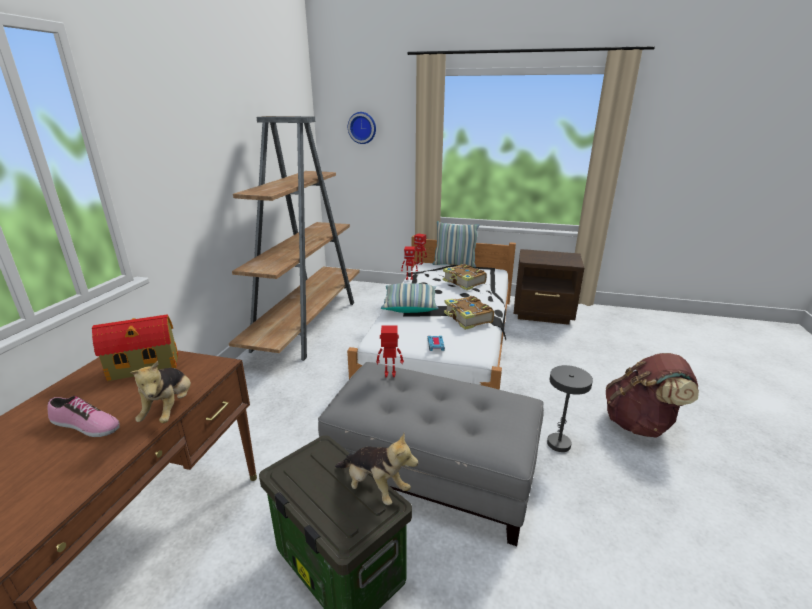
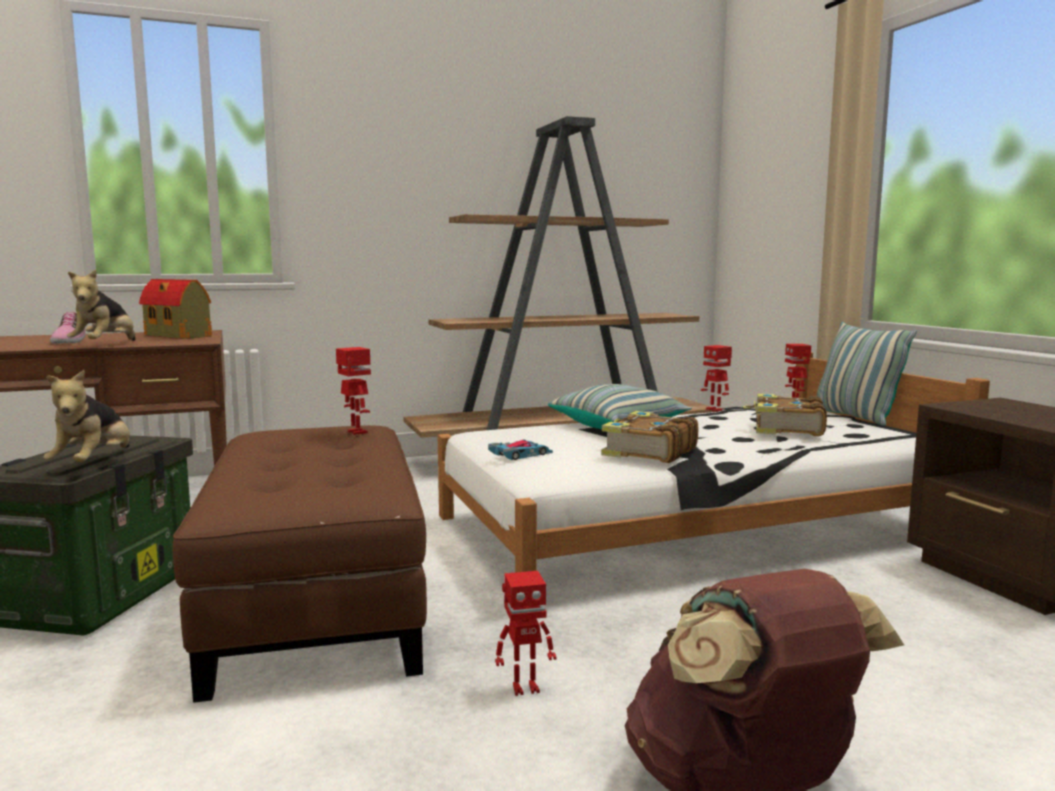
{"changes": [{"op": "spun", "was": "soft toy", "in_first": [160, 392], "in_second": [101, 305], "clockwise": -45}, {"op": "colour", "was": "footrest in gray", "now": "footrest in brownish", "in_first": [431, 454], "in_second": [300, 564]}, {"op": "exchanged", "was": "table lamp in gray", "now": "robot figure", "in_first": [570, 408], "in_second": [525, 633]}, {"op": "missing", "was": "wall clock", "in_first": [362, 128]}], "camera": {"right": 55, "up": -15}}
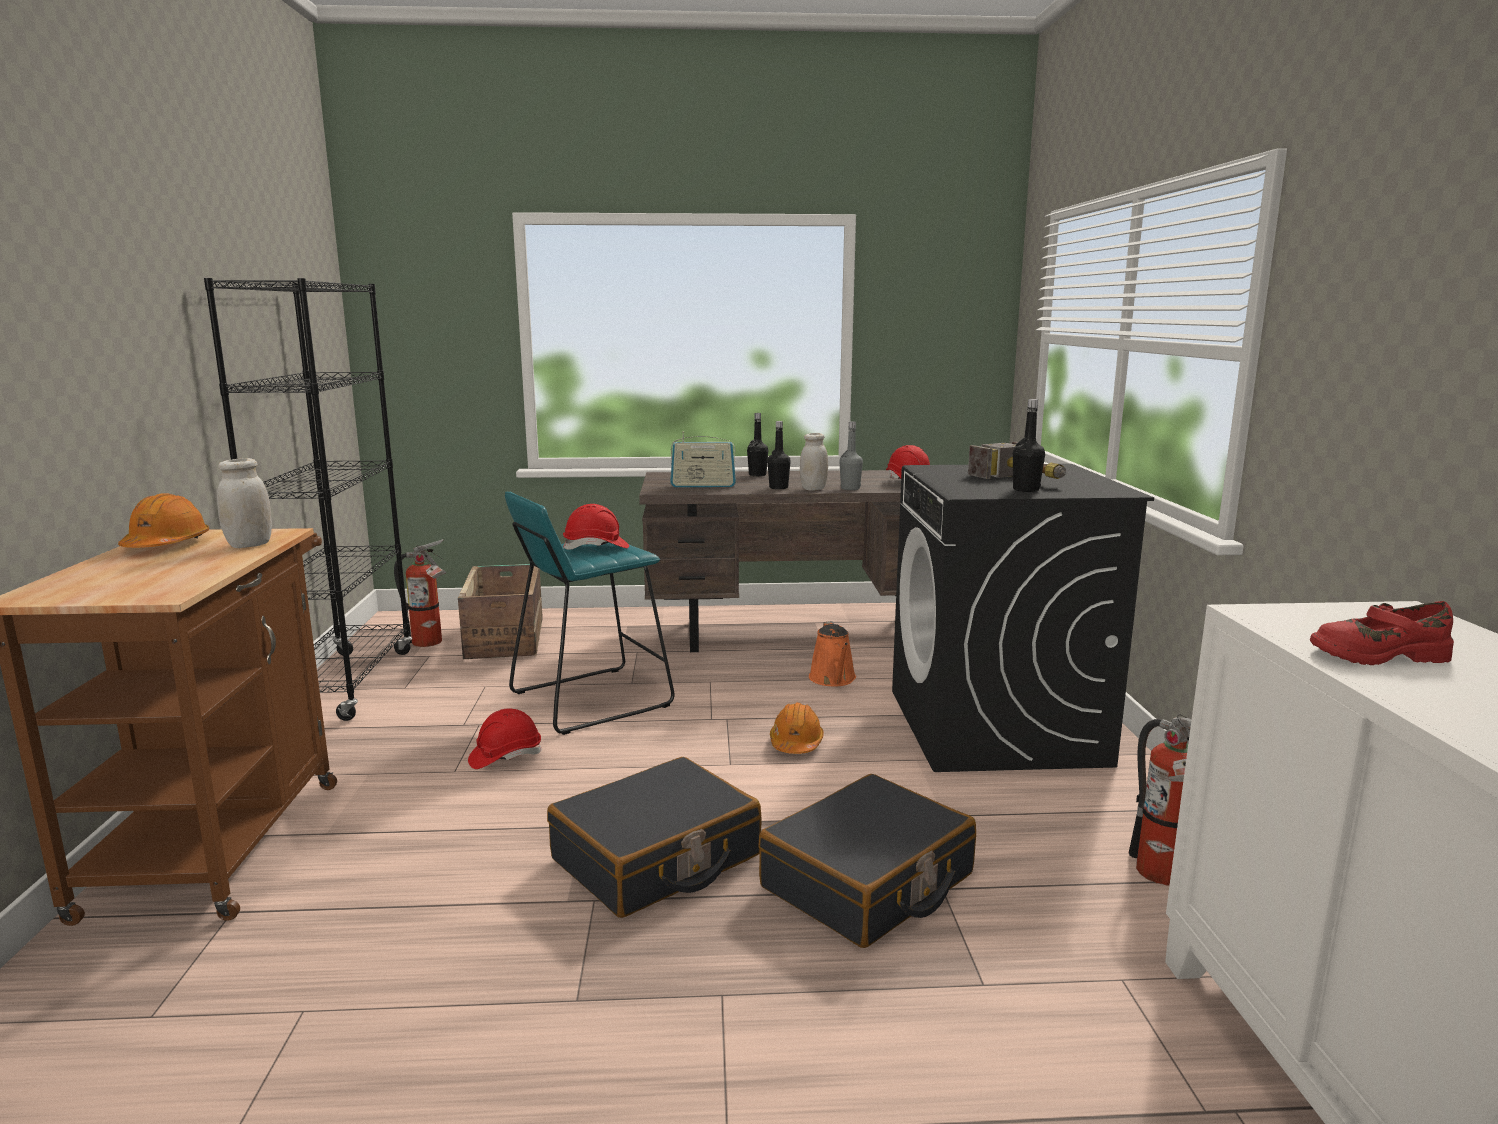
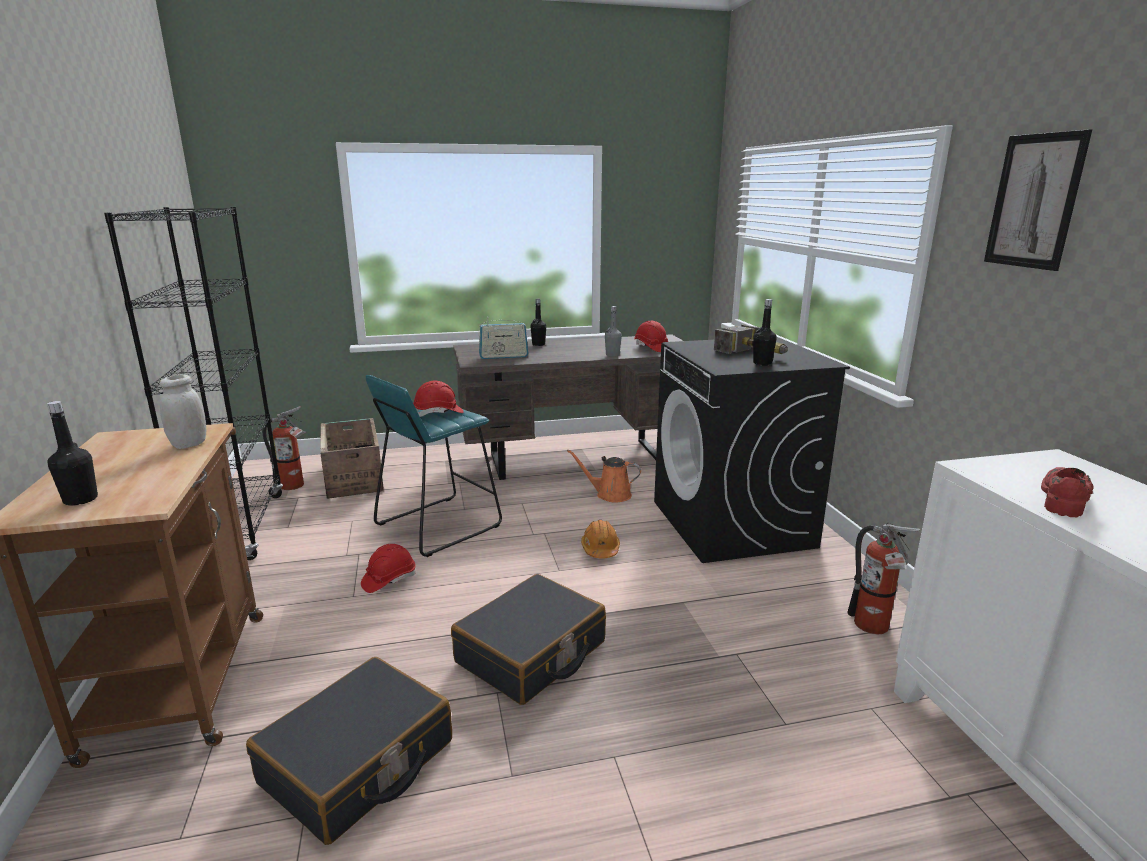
{"changes": [{"op": "relocated", "was": "beverage bottle in black-coloured", "in_first": [779, 455], "in_second": [72, 453]}, {"op": "relocated", "was": "piece of luggage in black-coloured", "in_first": [867, 861], "in_second": [349, 751]}, {"op": "spun", "was": "watering can in orange", "in_first": [832, 653], "in_second": [604, 476], "clockwise": 120}, {"op": "appeared", "now": "wall art", "in_second": [1038, 200]}, {"op": "spun", "was": "shoe in red", "in_first": [1382, 633], "in_second": [1067, 492], "clockwise": 135}, {"op": "missing", "was": "safety helmet in orange", "in_first": [163, 520]}, {"op": "missing", "was": "storage jar in white-coloured", "in_first": [814, 462]}], "camera": {"right": -10, "up": 5}}
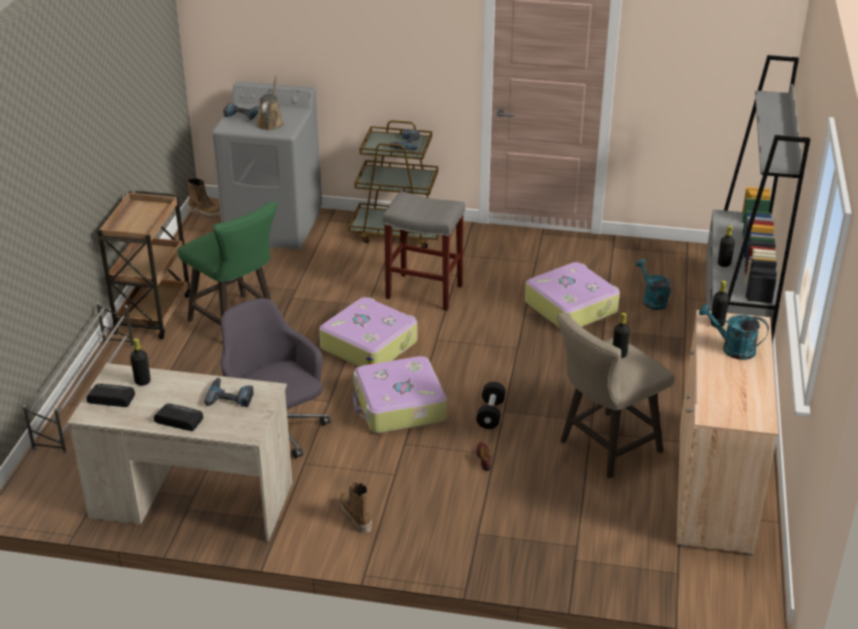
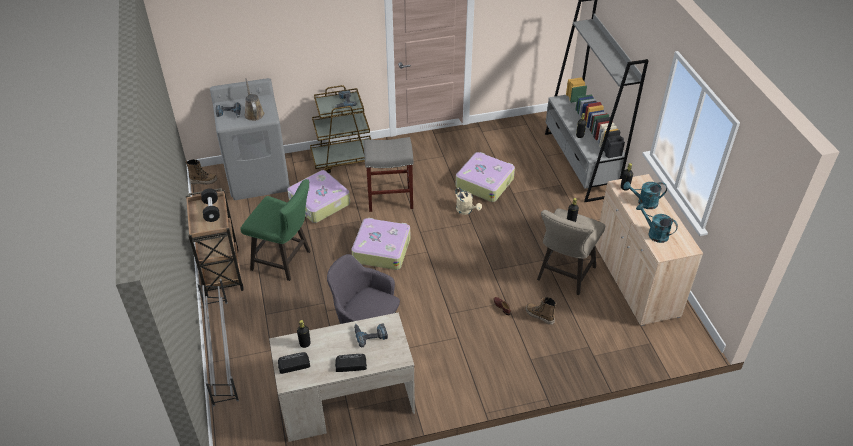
{"changes": [{"op": "relocated", "was": "dumbbell in black-coloured", "in_first": [491, 405], "in_second": [210, 205]}, {"op": "relocated", "was": "piece of luggage", "in_first": [400, 394], "in_second": [318, 196]}, {"op": "appeared", "now": "watering can in sand-coloured", "in_second": [468, 201]}, {"op": "relocated", "was": "high-top boot", "in_first": [355, 507], "in_second": [541, 311]}, {"op": "relocated", "was": "watering can in turquoise", "in_first": [653, 284], "in_second": [657, 223]}], "camera": {"right": -25, "up": 10}}
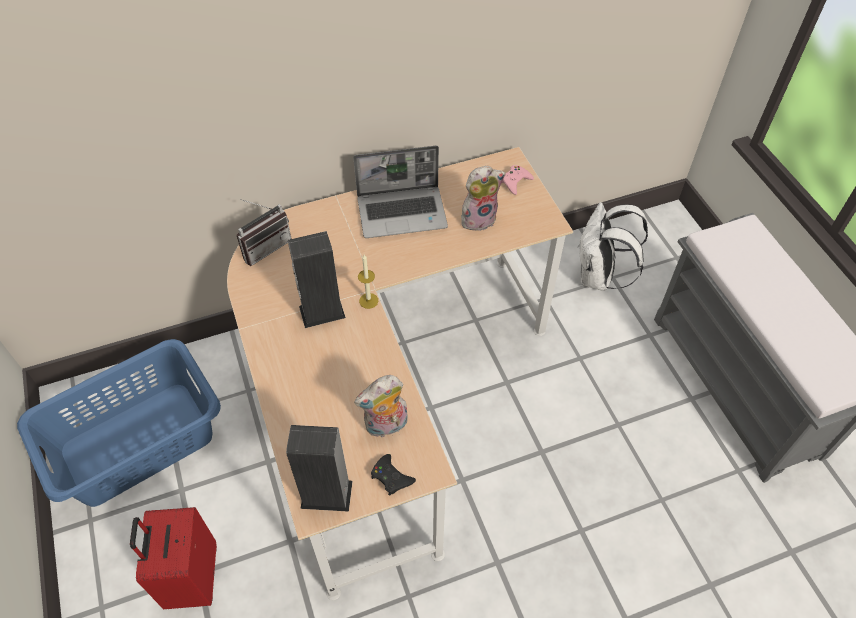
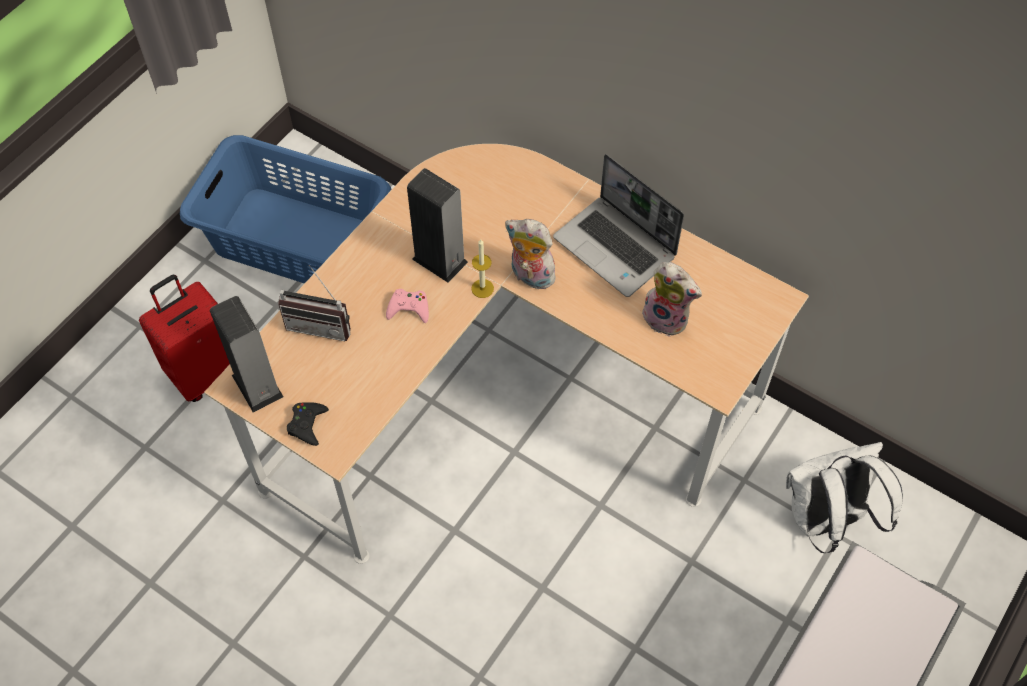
{"changes": [{"op": "relocated", "was": "radio receiver", "in_first": [264, 232], "in_second": [314, 303]}, {"op": "relocated", "was": "gamepad in pink-coloured", "in_first": [518, 180], "in_second": [407, 306]}, {"op": "relocated", "was": "soft toy", "in_first": [381, 406], "in_second": [531, 254]}], "camera": {"right": 55, "up": 5}}
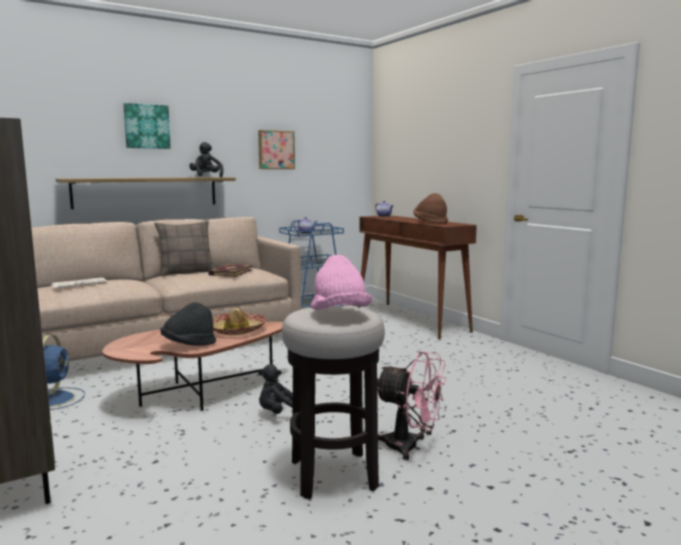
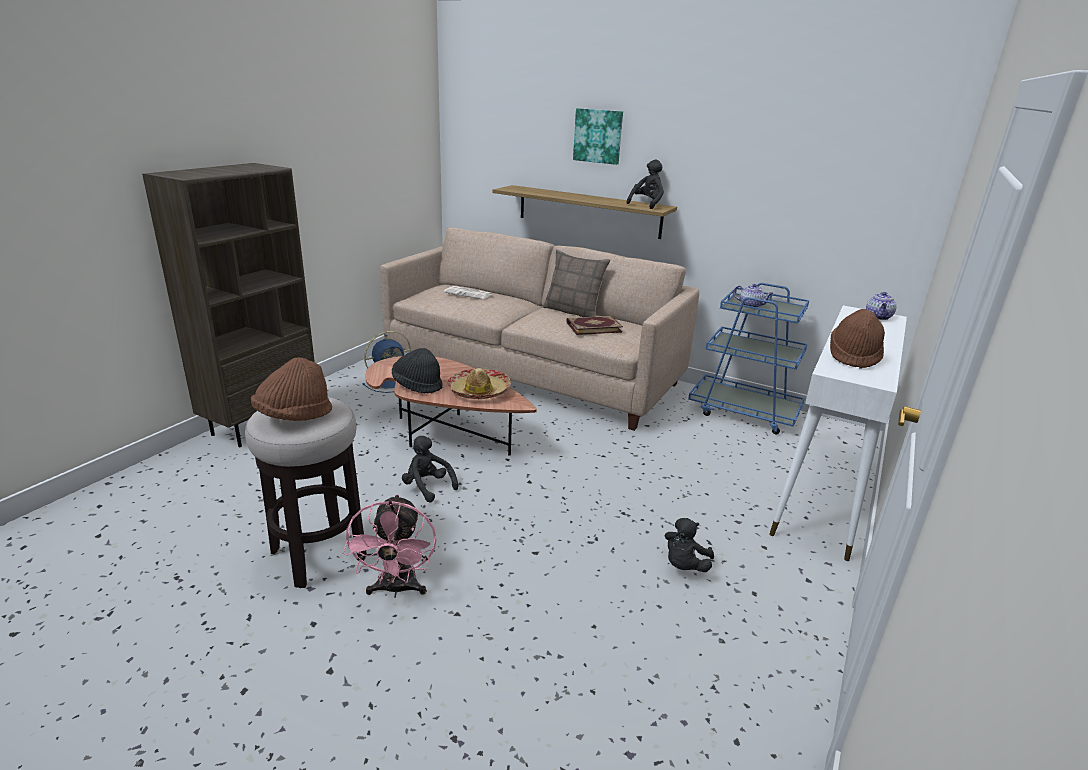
{"changes": [{"op": "colour", "was": "hat in pink-coloured", "now": "hat in brownish", "in_first": [341, 282], "in_second": [291, 389]}, {"op": "appeared", "now": "soft toy in black-coloured", "in_second": [689, 545]}, {"op": "colour", "was": "console table in brownish", "now": "console table in white-coloured", "in_first": [417, 277], "in_second": [838, 433]}, {"op": "missing", "was": "wall art", "in_first": [276, 149]}], "camera": {"right": 60, "up": 15}}
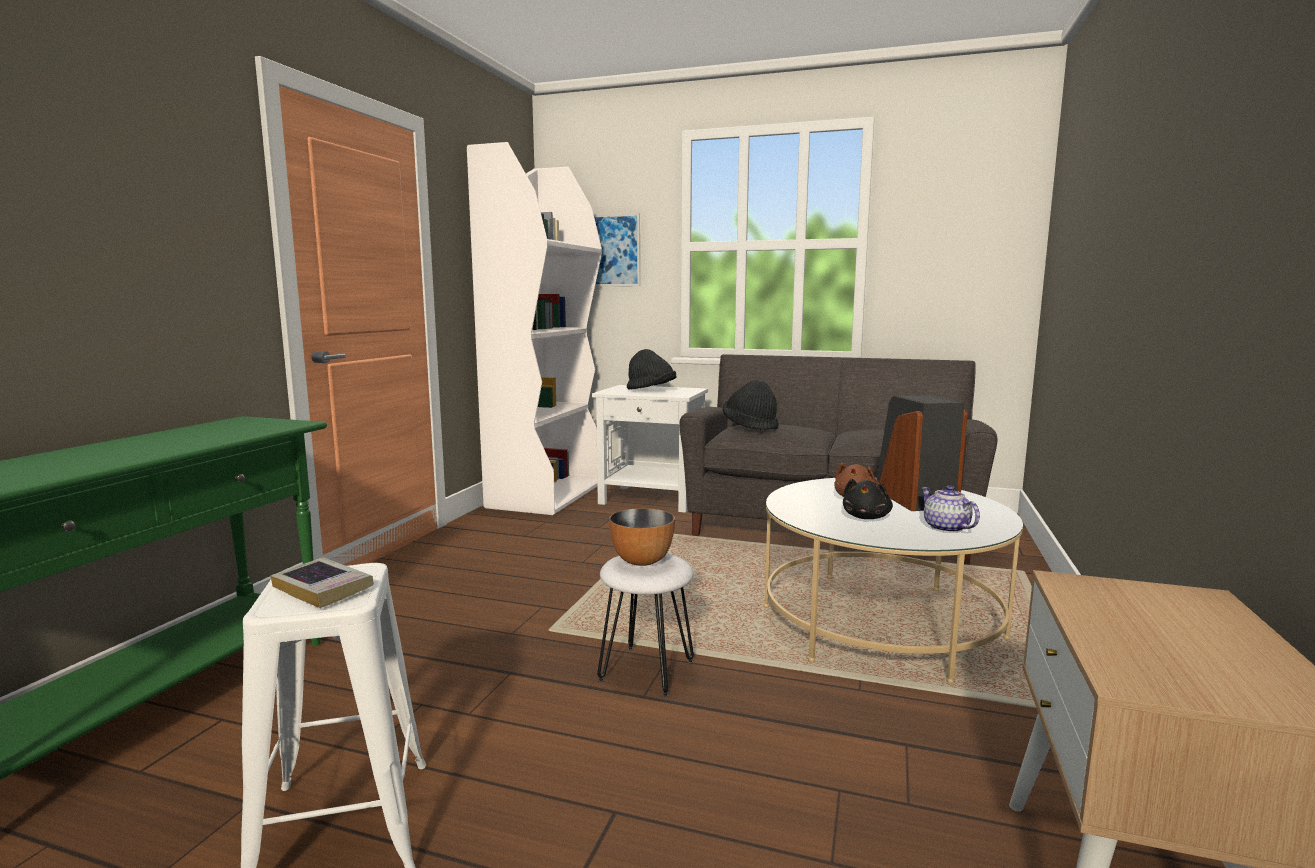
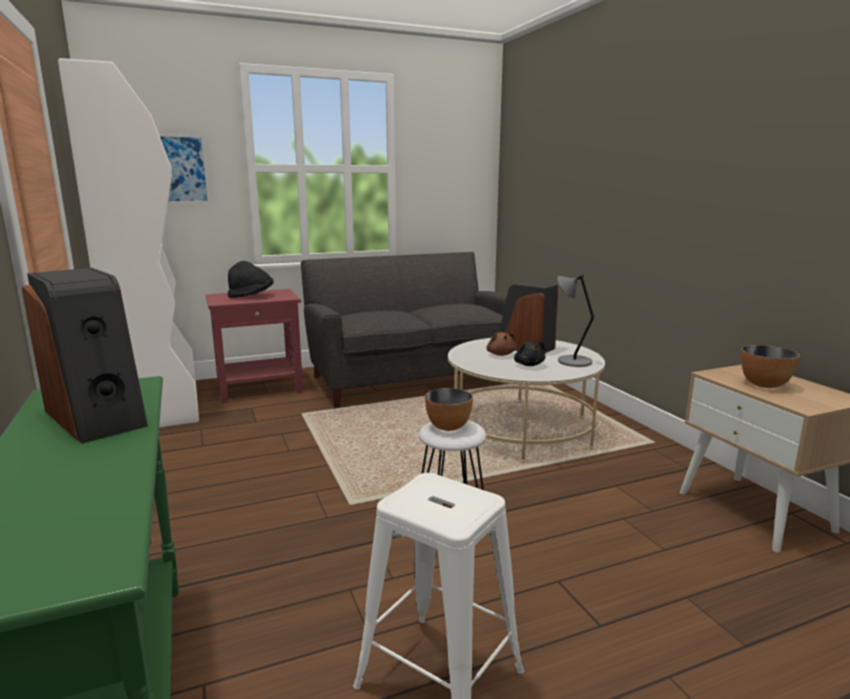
{"changes": [{"op": "appeared", "now": "loudspeaker", "in_second": [85, 356]}, {"op": "colour", "was": "accent table in white-coloured", "now": "accent table in red", "in_first": [650, 449], "in_second": [254, 346]}, {"op": "exchanged", "was": "tea pot", "now": "table lamp in gray", "in_first": [950, 509], "in_second": [576, 320]}, {"op": "appeared", "now": "deep dish", "in_second": [770, 366]}, {"op": "missing", "was": "volume", "in_first": [322, 582]}, {"op": "missing", "was": "hat in black-coloured", "in_first": [751, 405]}], "camera": {"right": -40, "up": 5}}
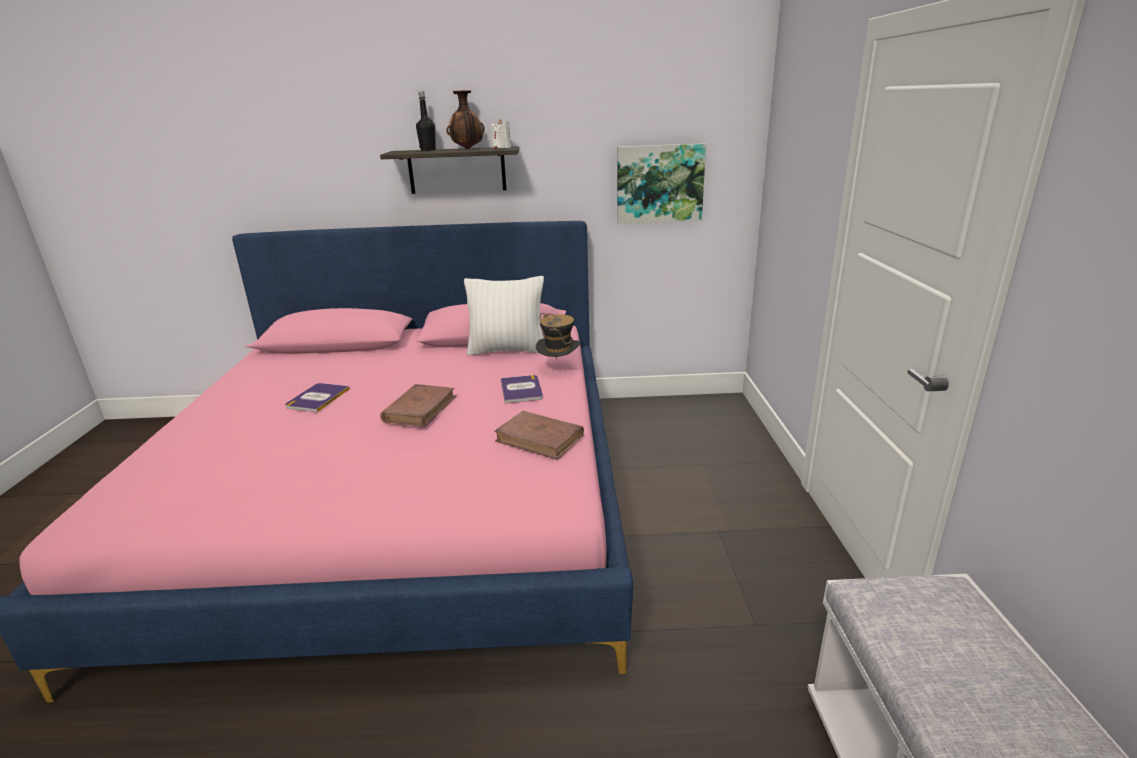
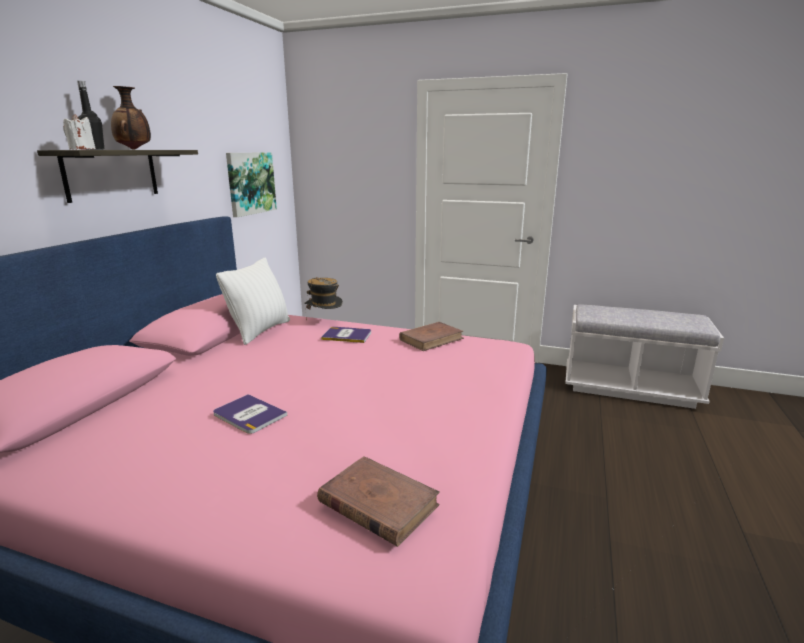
{"changes": [{"op": "relocated", "was": "candle in white-coloured", "in_first": [501, 133], "in_second": [79, 132]}, {"op": "relocated", "was": "volume in brownish", "in_first": [418, 405], "in_second": [378, 501]}], "camera": {"right": -70, "up": -5}}
